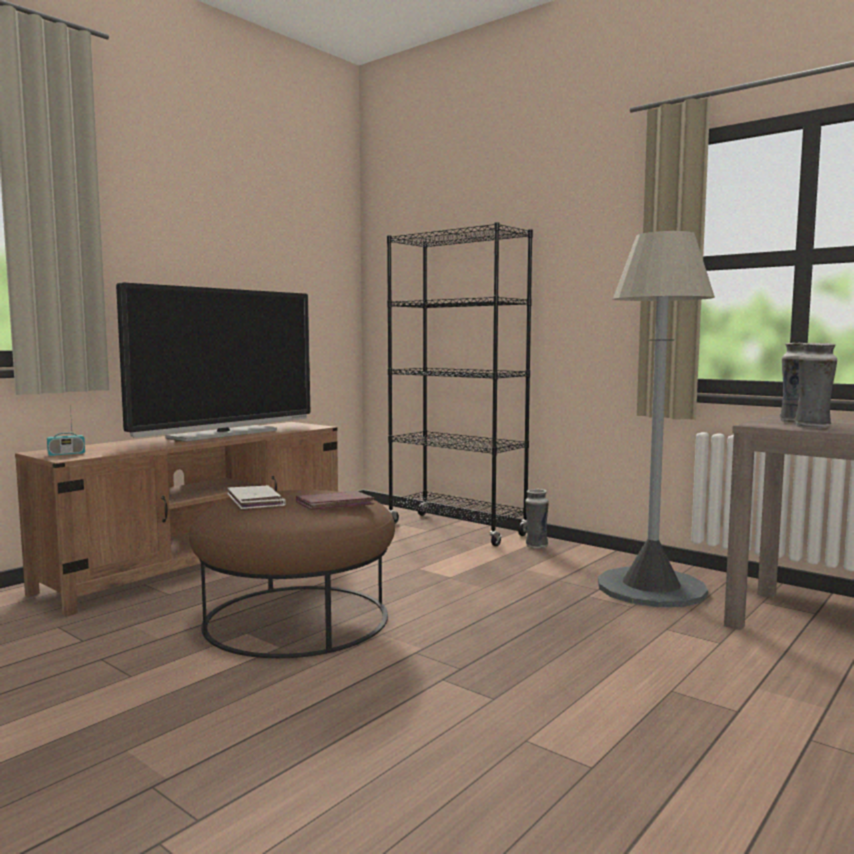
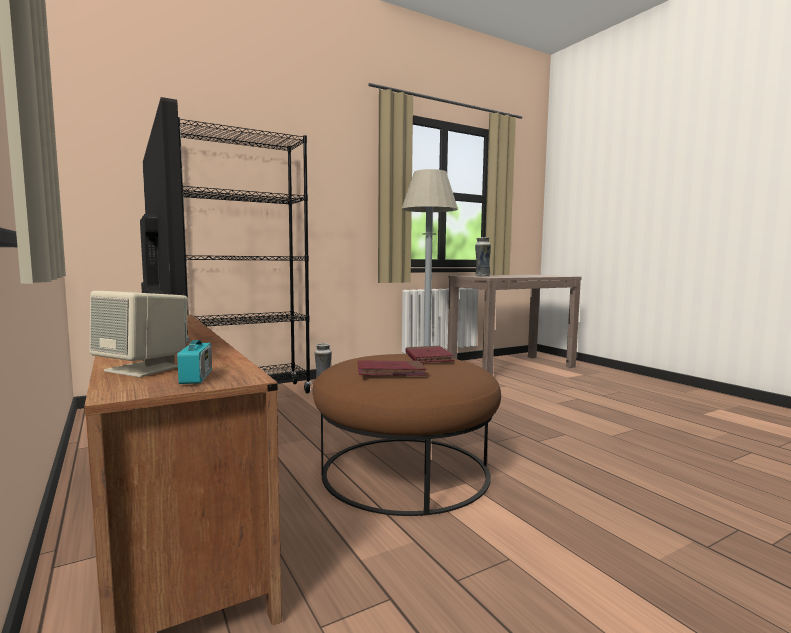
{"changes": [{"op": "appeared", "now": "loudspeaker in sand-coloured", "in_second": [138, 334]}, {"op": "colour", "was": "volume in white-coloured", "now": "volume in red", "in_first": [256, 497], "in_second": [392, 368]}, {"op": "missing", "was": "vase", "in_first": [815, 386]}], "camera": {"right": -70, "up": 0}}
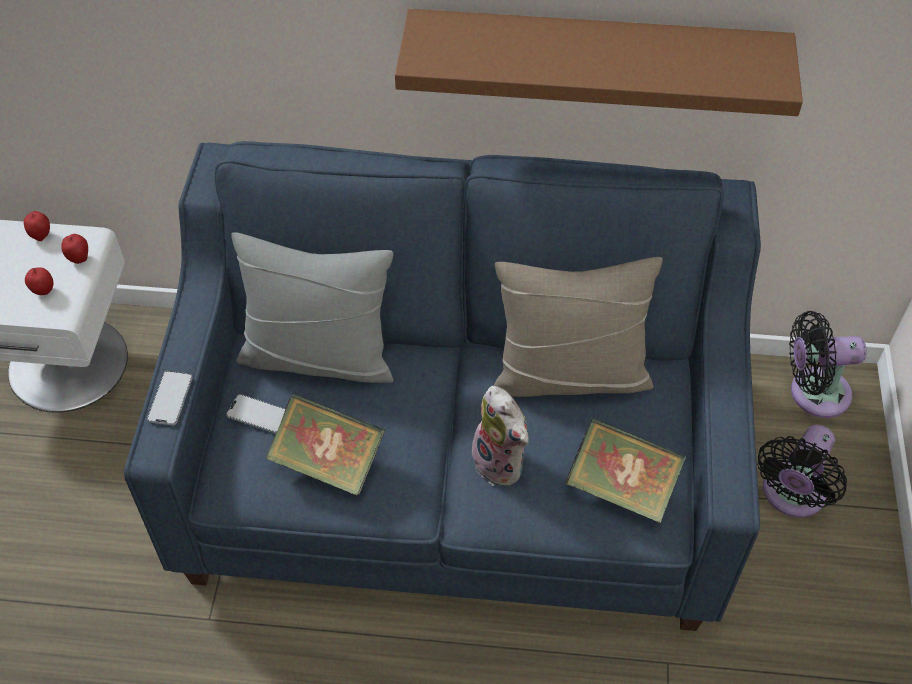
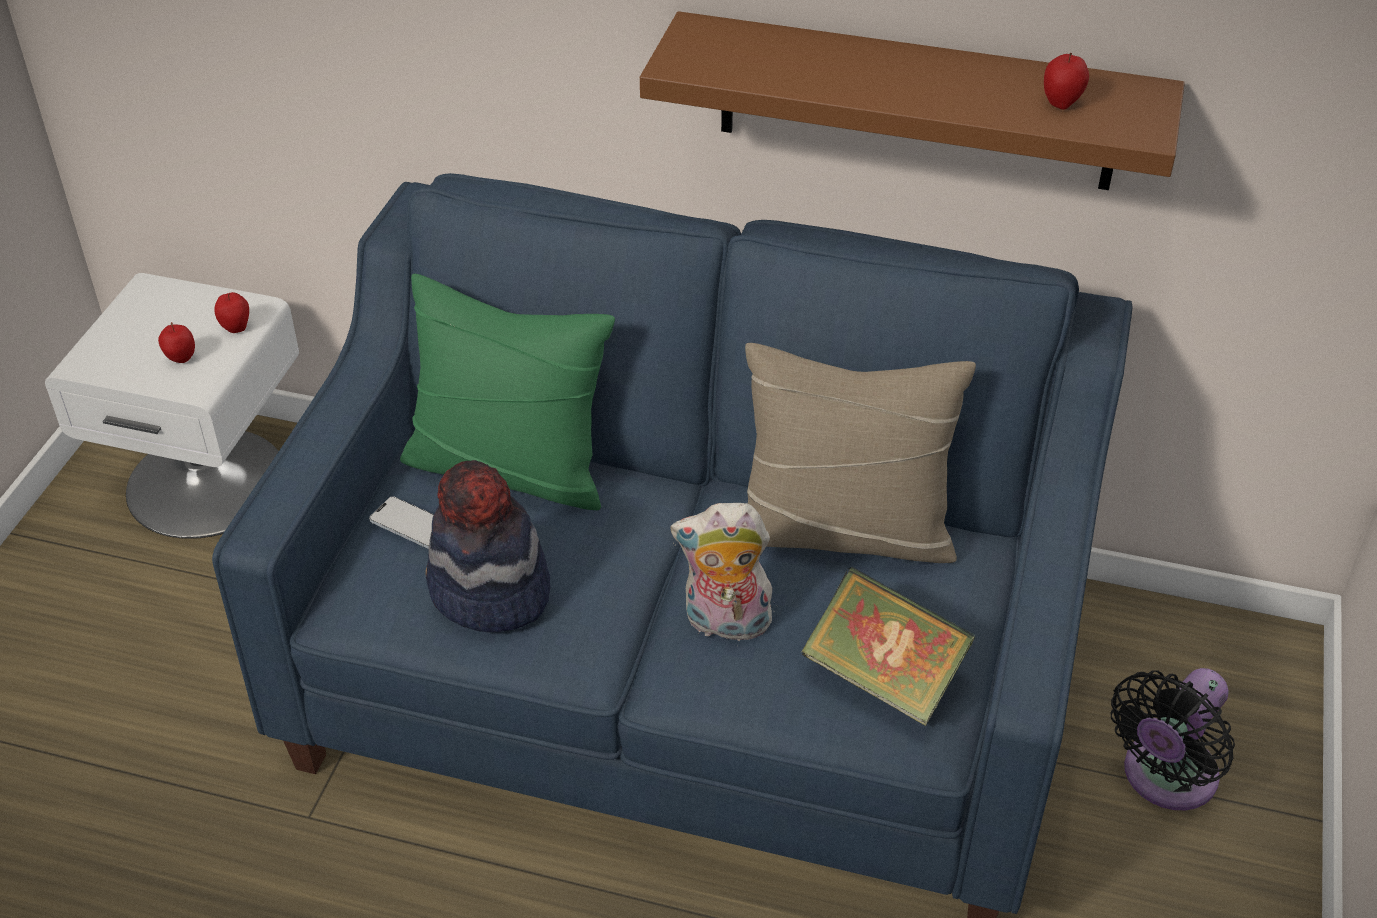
{"changes": [{"op": "colour", "was": "pillow in gray", "now": "pillow in green-coloured", "in_first": [312, 307], "in_second": [507, 392]}, {"op": "exchanged", "was": "volume", "now": "hat", "in_first": [325, 444], "in_second": [487, 546]}, {"op": "spun", "was": "soft toy", "in_first": [500, 436], "in_second": [723, 575], "clockwise": 120}, {"op": "relocated", "was": "whole apple", "in_first": [37, 226], "in_second": [1066, 81]}, {"op": "missing", "was": "phone", "in_first": [170, 398]}, {"op": "missing", "was": "electric fan in black-coloured", "in_first": [828, 364]}], "camera": {"right": 10, "up": -10}}
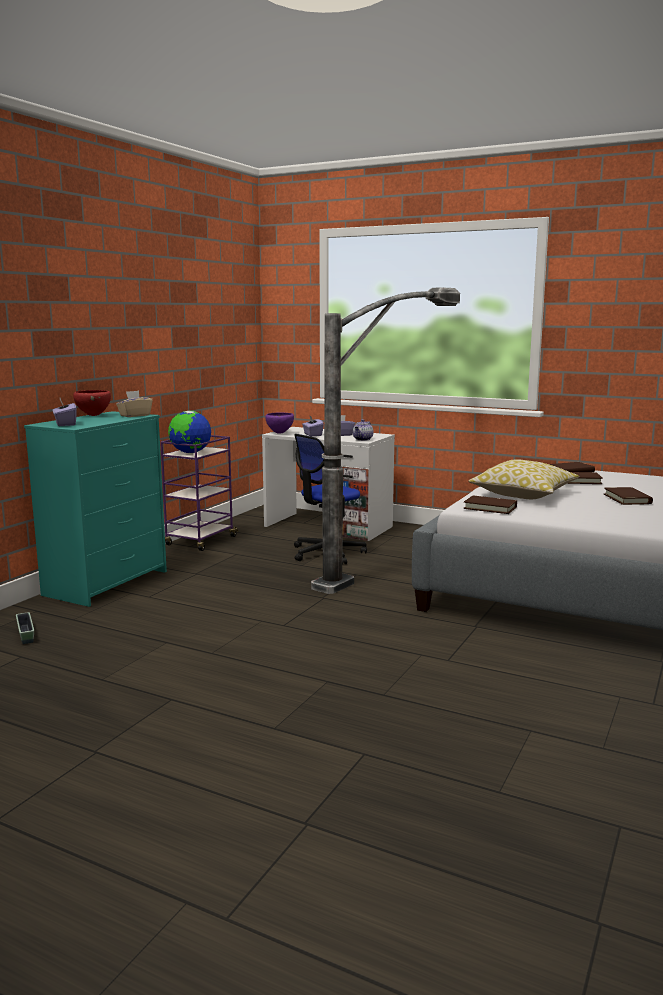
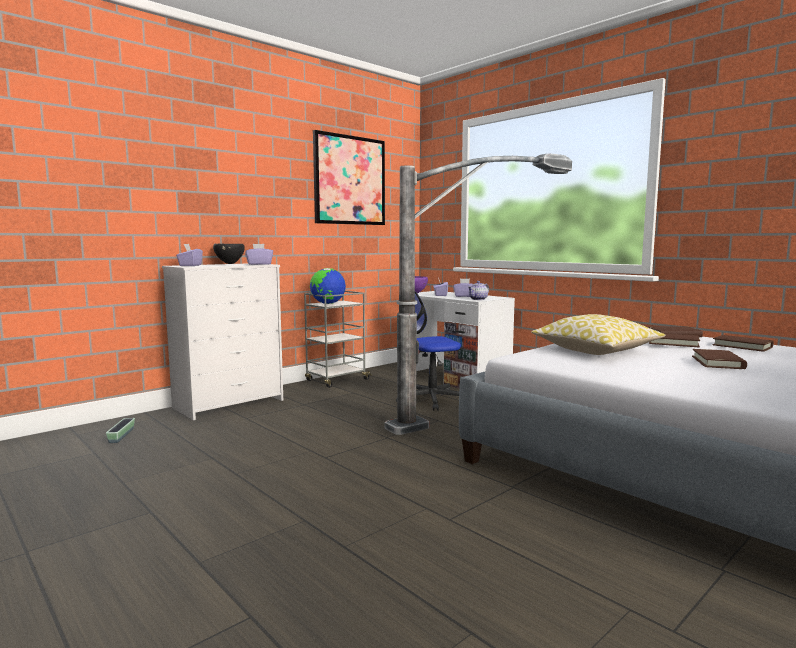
{"changes": [{"op": "colour", "was": "dresser in turquoise", "now": "dresser in white-coloured", "in_first": [95, 509], "in_second": [222, 341]}, {"op": "colour", "was": "deep dish in red", "now": "deep dish in black-coloured", "in_first": [92, 403], "in_second": [229, 254]}, {"op": "colour", "was": "tissue box in sand-coloured", "now": "tissue box in purplish", "in_first": [134, 404], "in_second": [259, 254]}, {"op": "colour", "was": "cart in purplish", "now": "cart in gray", "in_first": [199, 493], "in_second": [337, 339]}, {"op": "appeared", "now": "wall art", "in_second": [349, 177]}, {"op": "relocated", "was": "volume in brownish", "in_first": [490, 505], "in_second": [743, 343]}], "camera": {"right": 20, "up": -5}}
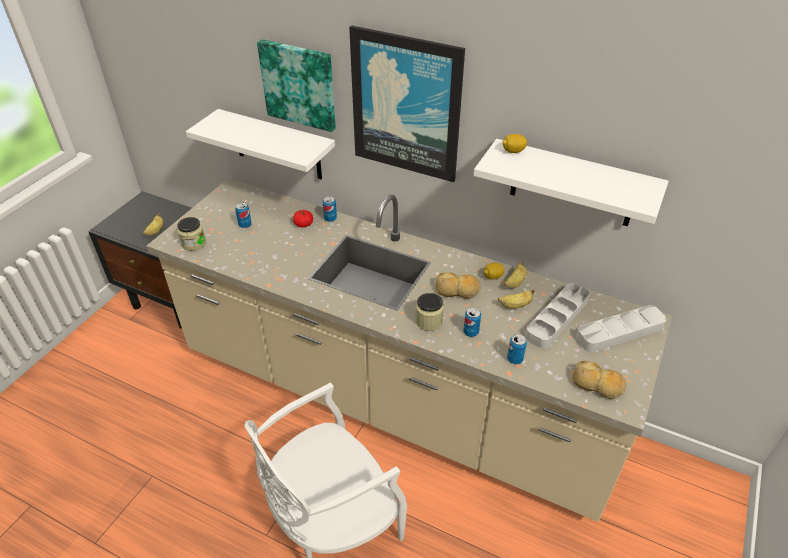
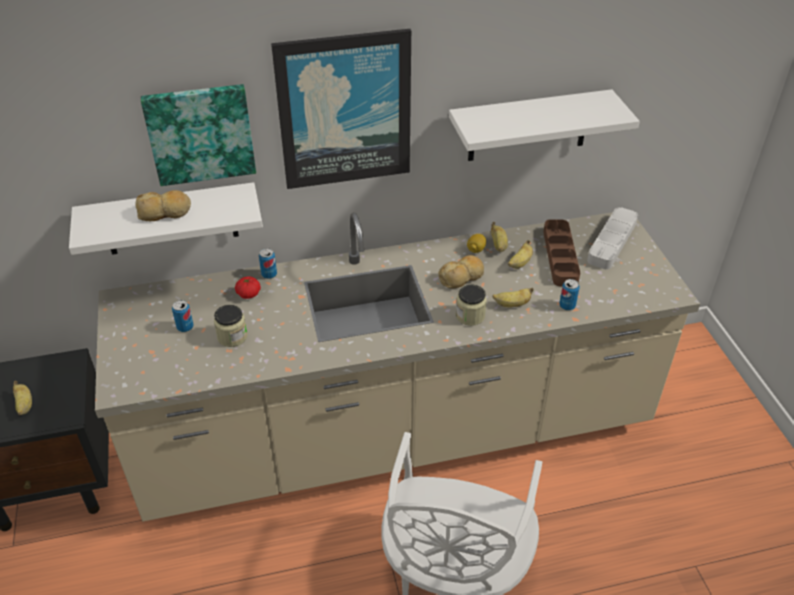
{"changes": [{"op": "relocated", "was": "bread", "in_first": [599, 380], "in_second": [163, 205]}, {"op": "relocated", "was": "storage jar", "in_first": [191, 234], "in_second": [231, 326]}, {"op": "exchanged", "was": "can", "now": "whole banana", "in_first": [472, 322], "in_second": [513, 297]}, {"op": "colour", "was": "tray in gray", "now": "tray in brownish", "in_first": [557, 315], "in_second": [561, 252]}, {"op": "missing", "was": "whole lemon", "in_first": [514, 143]}], "camera": {"right": -40, "up": 0}}
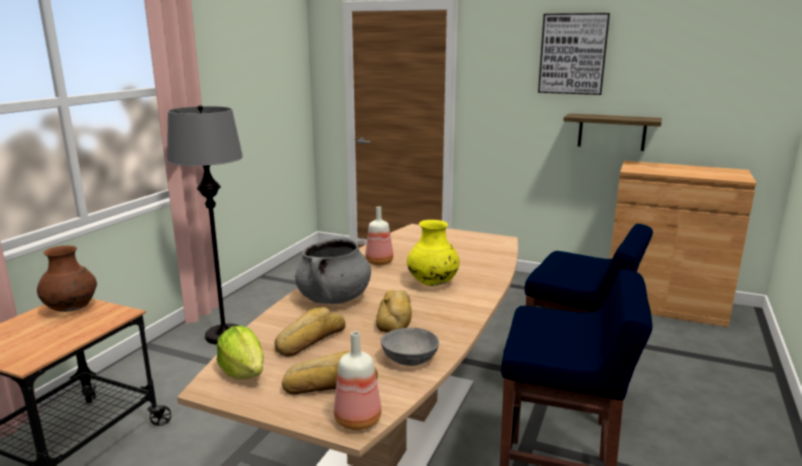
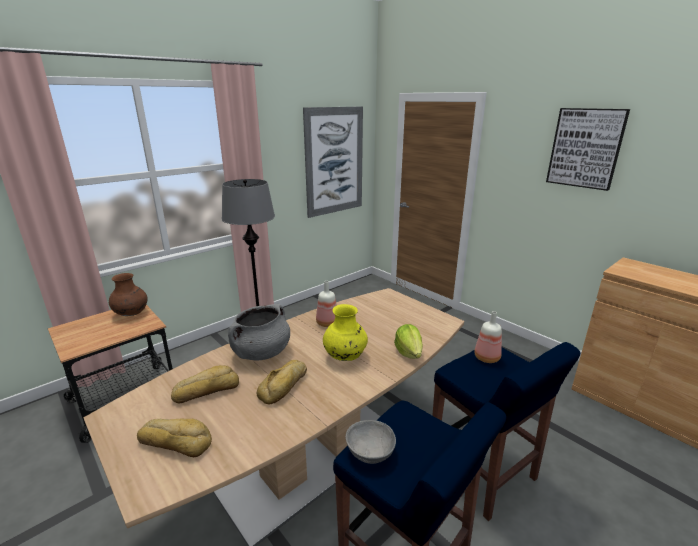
{"changes": [{"op": "appeared", "now": "wall art", "in_second": [333, 162]}, {"op": "relocated", "was": "deep dish in gray", "in_first": [410, 347], "in_second": [371, 442]}, {"op": "relocated", "was": "lettuce head", "in_first": [240, 352], "in_second": [408, 341]}, {"op": "relocated", "was": "beverage bottle", "in_first": [357, 380], "in_second": [488, 337]}, {"op": "missing", "was": "bracket shelf", "in_first": [612, 132]}], "camera": {"right": 25, "up": 5}}
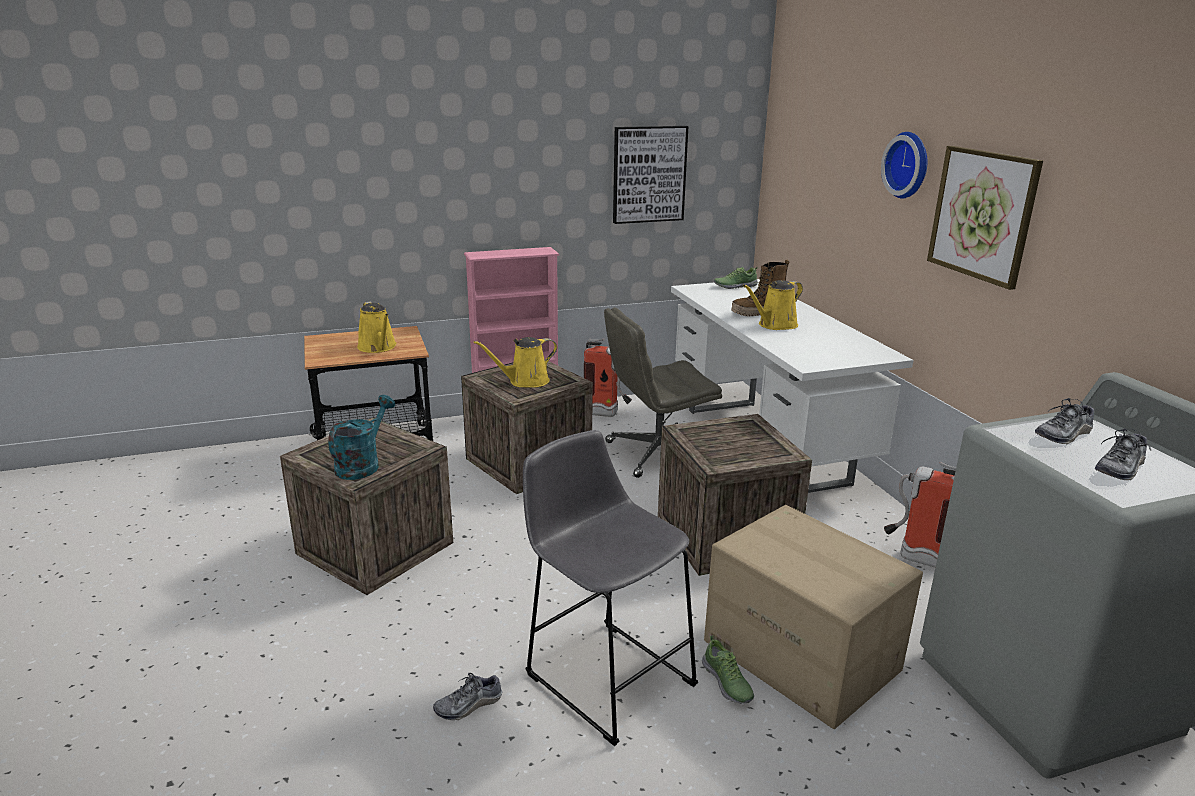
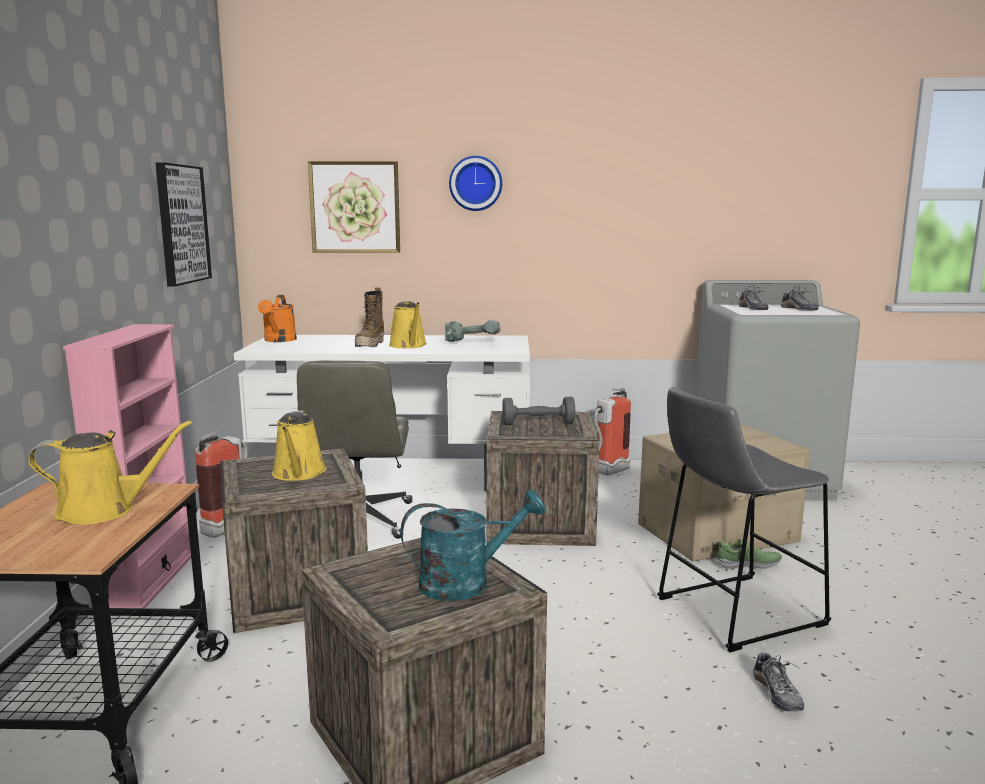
{"changes": [{"op": "exchanged", "was": "shoe", "now": "watering can in orange", "in_first": [736, 278], "in_second": [277, 318]}, {"op": "relocated", "was": "wall art", "in_first": [985, 218], "in_second": [354, 207]}, {"op": "spun", "was": "watering can in turquoise", "in_first": [361, 437], "in_second": [473, 545], "clockwise": 120}, {"op": "appeared", "now": "drill", "in_second": [473, 331]}, {"op": "appeared", "now": "dumbbell in gray", "in_second": [538, 411]}], "camera": {"right": -70, "up": -10}}
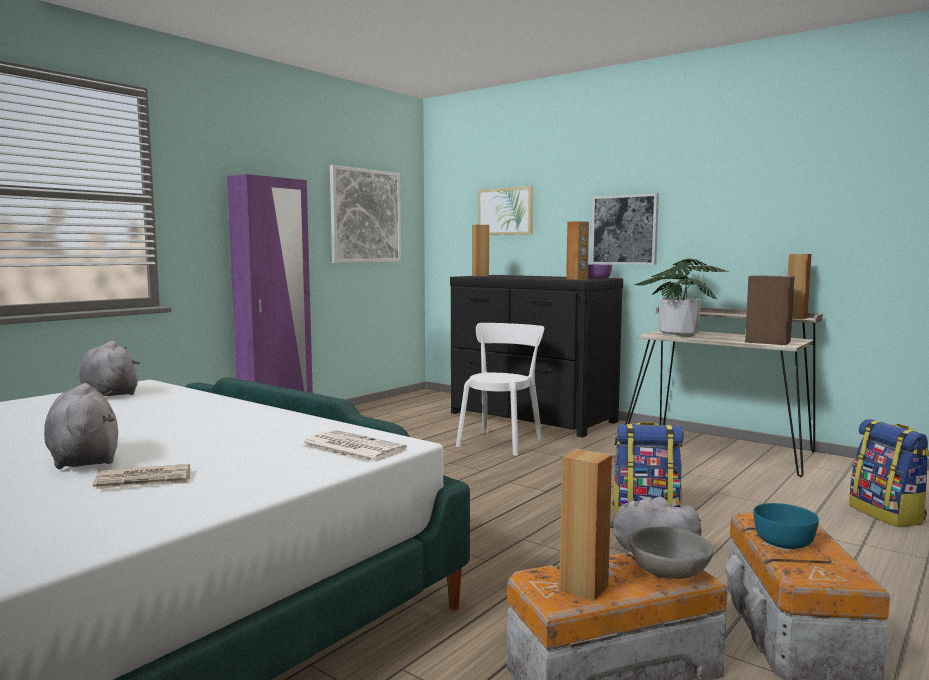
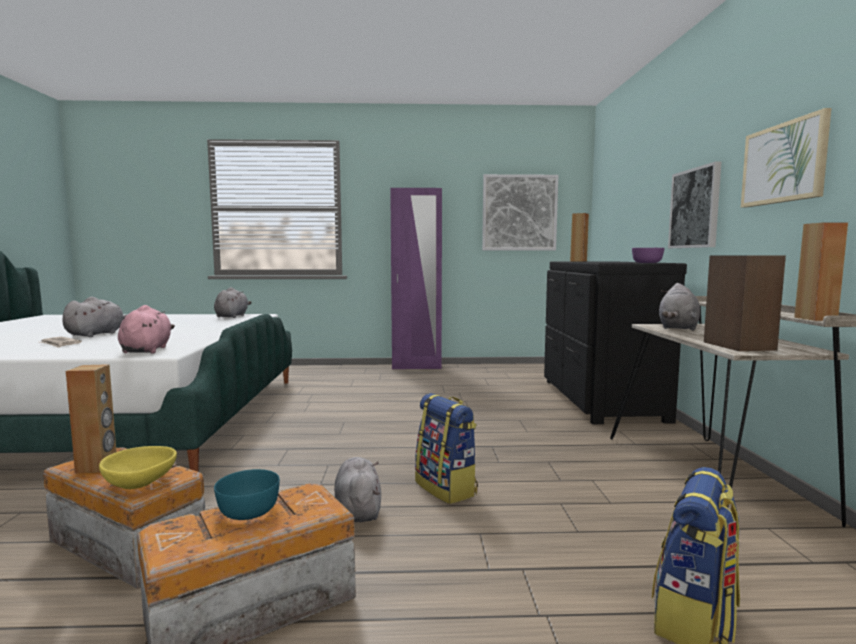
{"changes": [{"op": "colour", "was": "deep dish in gray", "now": "deep dish in yellowish", "in_first": [670, 553], "in_second": [138, 467]}, {"op": "exchanged", "was": "daily paper", "now": "soft toy in pink-coloured", "in_first": [354, 446], "in_second": [146, 329]}, {"op": "exchanged", "was": "potted plant", "now": "soft toy in gray", "in_first": [681, 298], "in_second": [679, 307]}, {"op": "relocated", "was": "wall art", "in_first": [505, 210], "in_second": [786, 158]}, {"op": "missing", "was": "plain chair in white-coloured", "in_first": [500, 389]}, {"op": "missing", "was": "loudspeaker in brownish", "in_first": [577, 250]}], "camera": {"right": 50, "up": 0}}
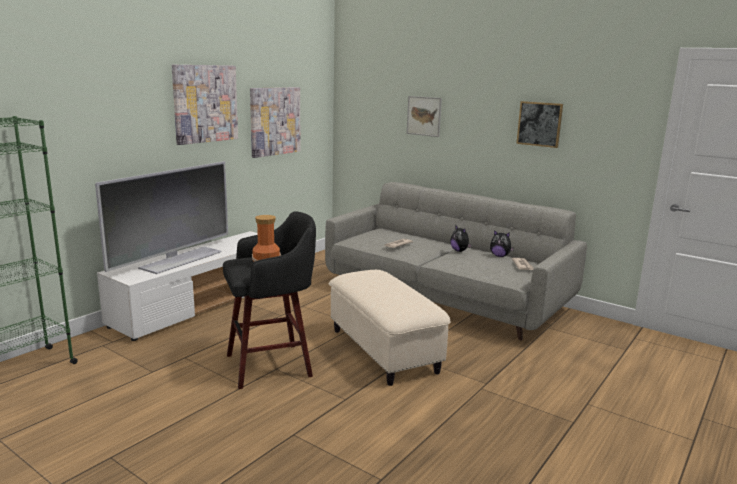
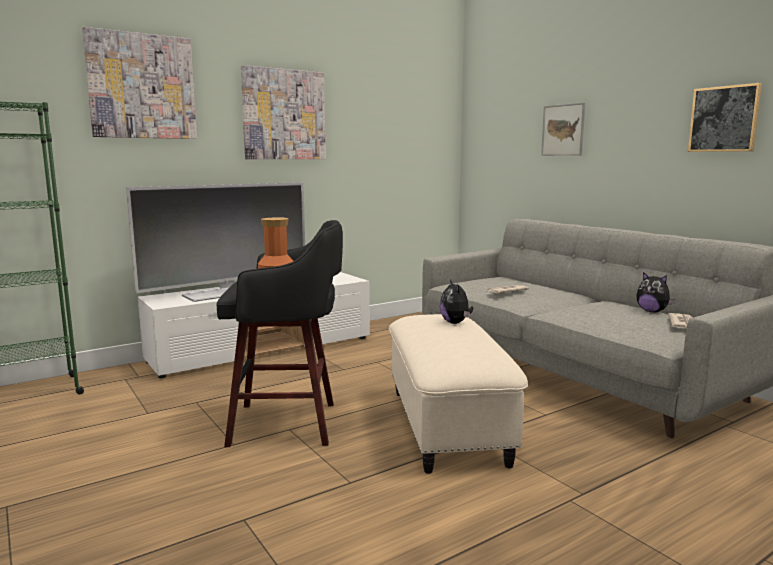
{"changes": [{"op": "relocated", "was": "wall art", "in_first": [275, 122], "in_second": [139, 83]}, {"op": "relocated", "was": "soft toy", "in_first": [461, 238], "in_second": [456, 301]}], "camera": {"right": 20, "up": -5}}
